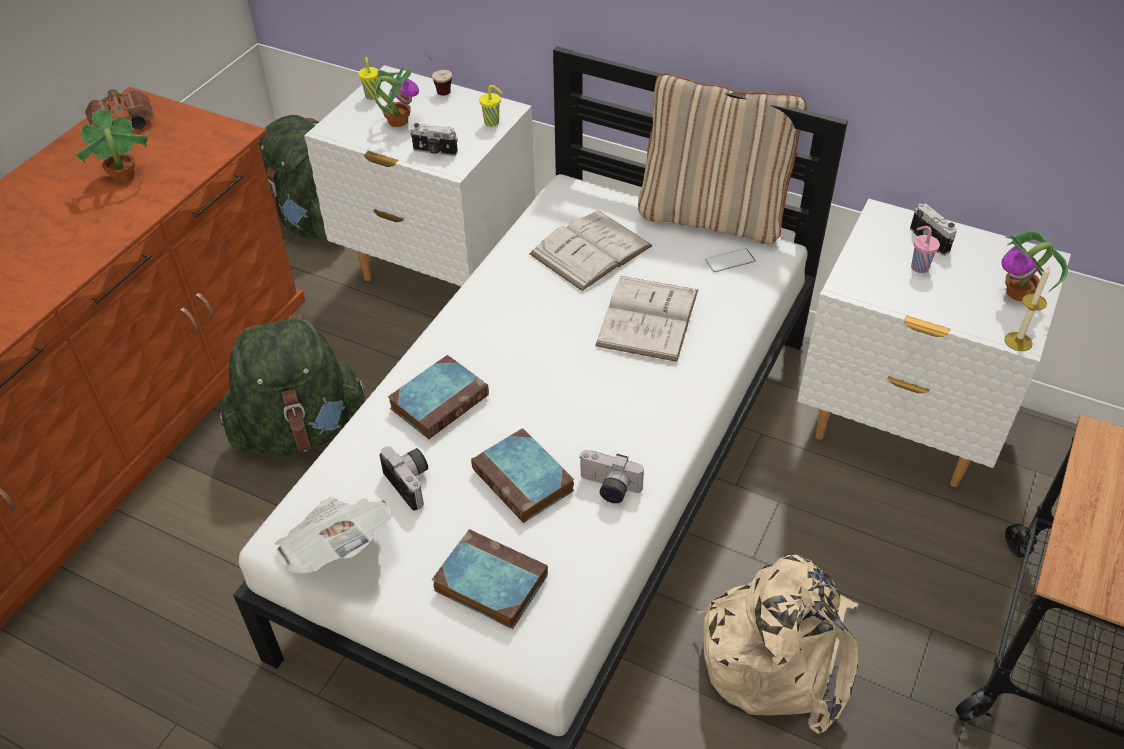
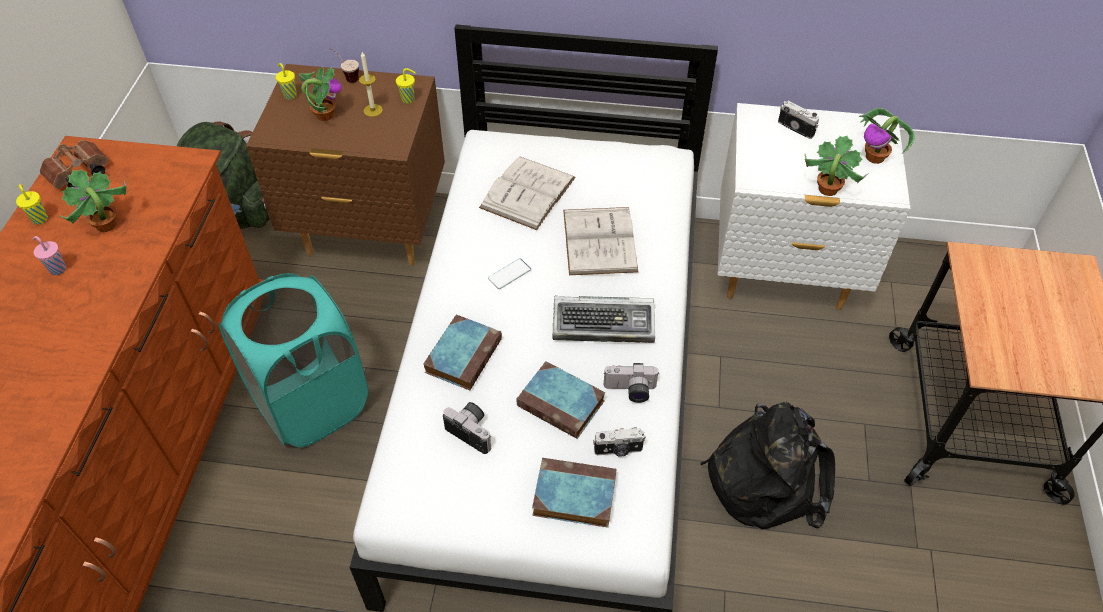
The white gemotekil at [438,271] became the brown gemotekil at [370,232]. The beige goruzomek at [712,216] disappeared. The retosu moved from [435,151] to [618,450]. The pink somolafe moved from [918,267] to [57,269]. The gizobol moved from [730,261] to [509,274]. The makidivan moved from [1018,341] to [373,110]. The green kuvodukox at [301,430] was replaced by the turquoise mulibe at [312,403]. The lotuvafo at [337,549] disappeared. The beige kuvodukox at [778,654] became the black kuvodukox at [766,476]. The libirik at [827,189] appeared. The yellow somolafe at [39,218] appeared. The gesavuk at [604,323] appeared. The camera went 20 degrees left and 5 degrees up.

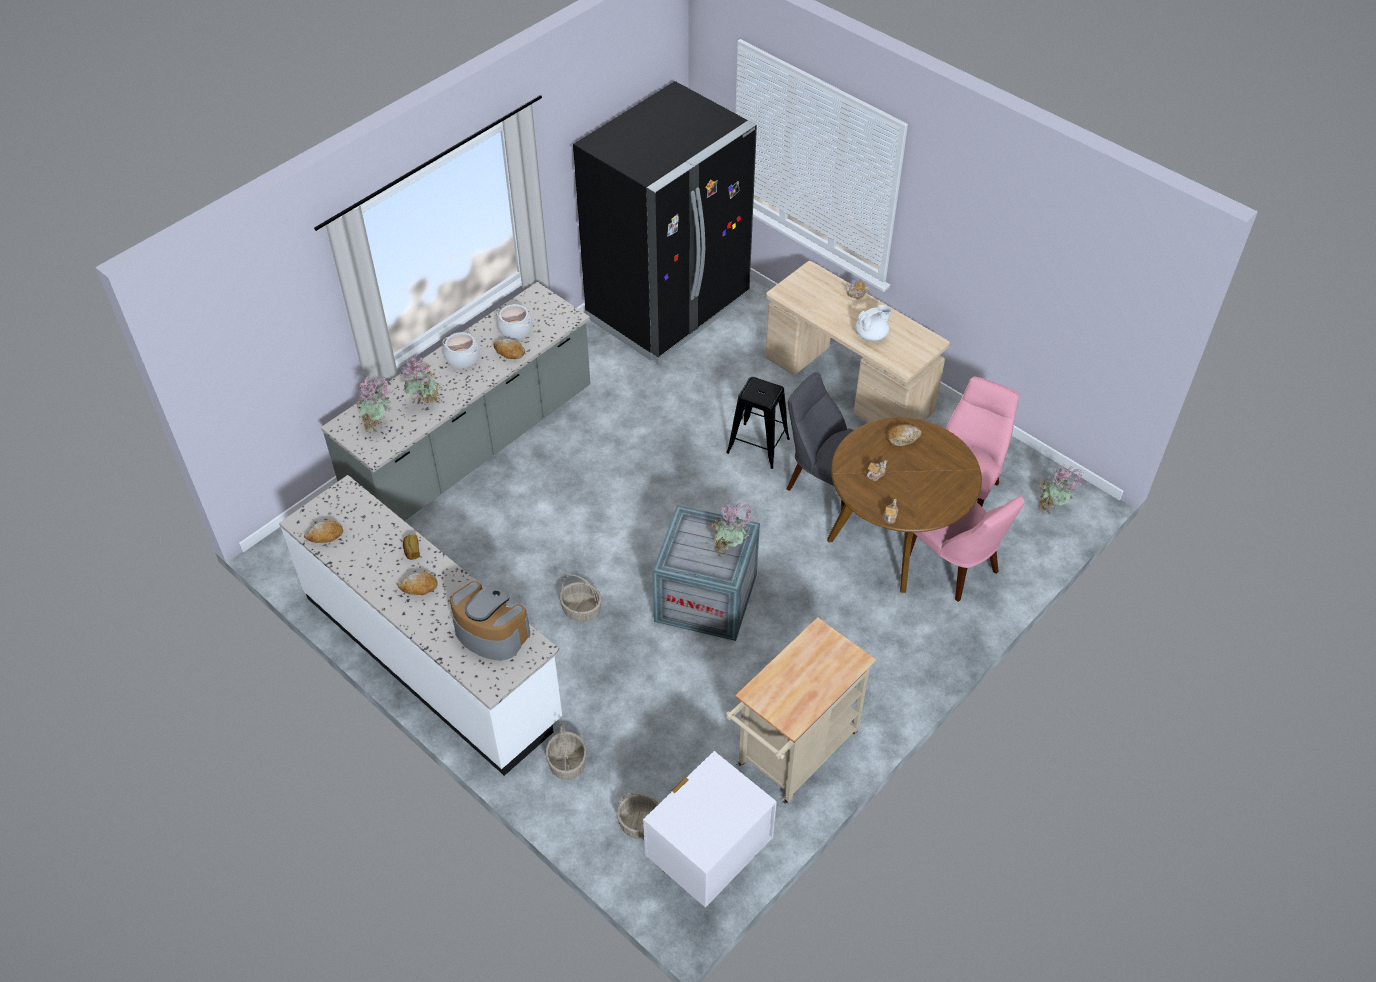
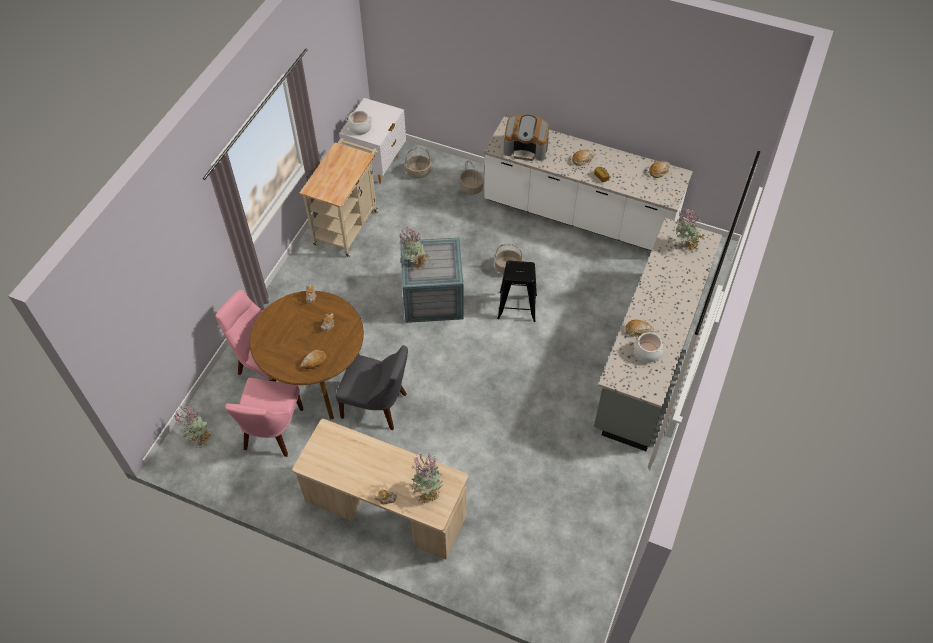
The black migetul at [668,308] disappeared. The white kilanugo at [872,335] disappeared. The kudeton moved from [462,358] to [359,128]. The libirik moved from [425,405] to [427,492]. The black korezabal moved from [758,446] to [517,306]. The camera went 160 degrees right and 5 degrees up.

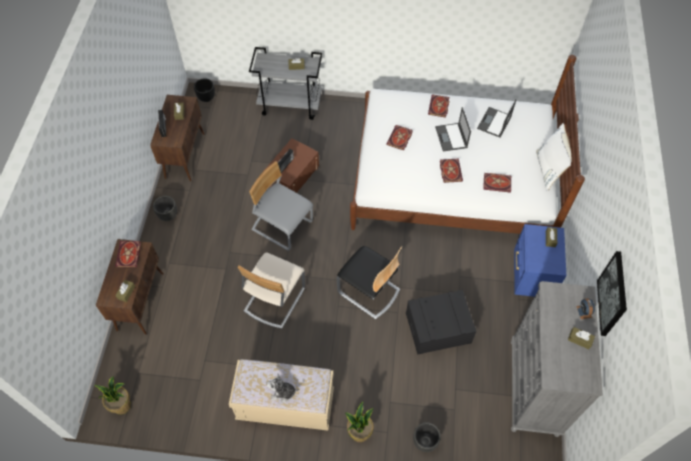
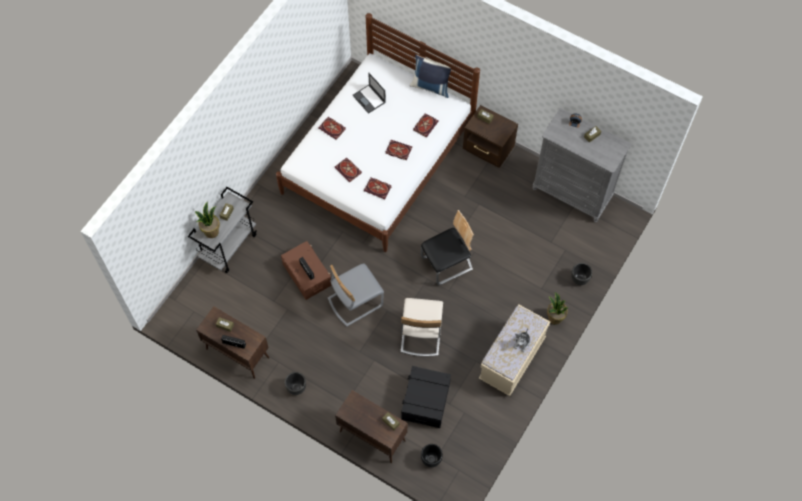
The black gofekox moved from [206,98] to [431,459]. The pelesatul at [451,137] disappeared. The white goruzomek at [549,170] became the blue goruzomek at [431,86]. The blue gemotekil at [531,276] became the brown gemotekil at [488,150]. The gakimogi moved from [129,255] to [378,188]. The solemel at [613,294] disappeared. The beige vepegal at [274,299] turned 45 degrees clockwise. The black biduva moved from [438,328] to [425,401]. The libirik moved from [122,405] to [211,231]. The camera went 65 degrees left and 5 degrees up.

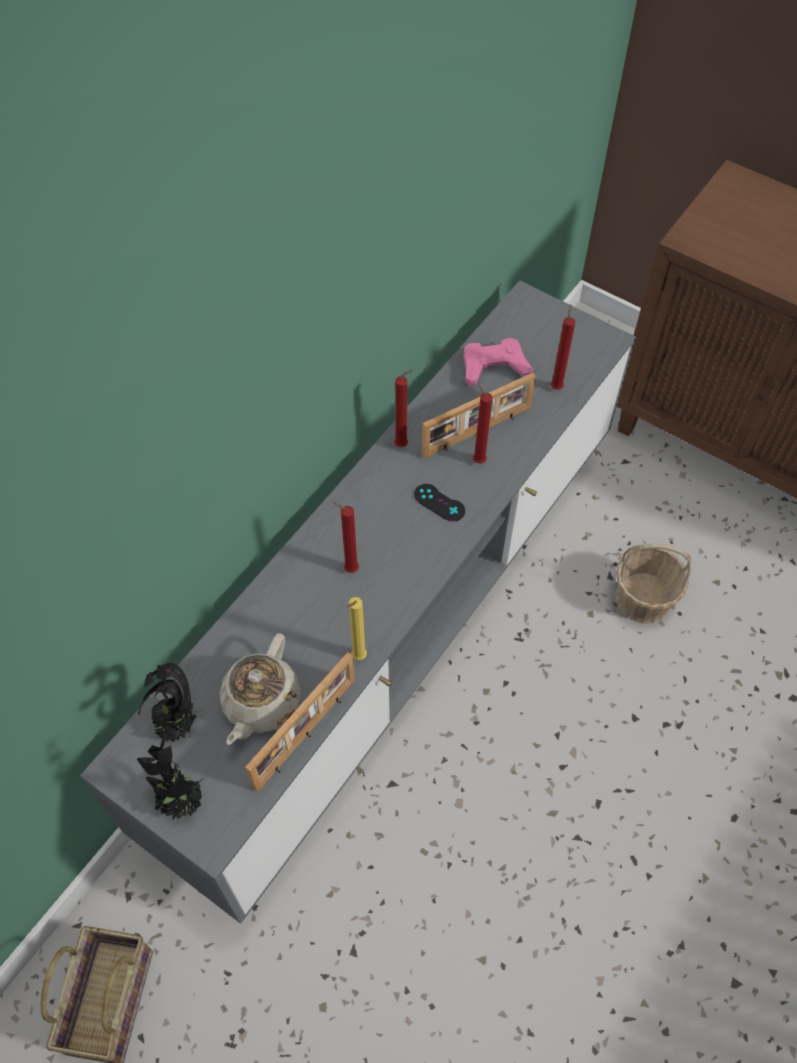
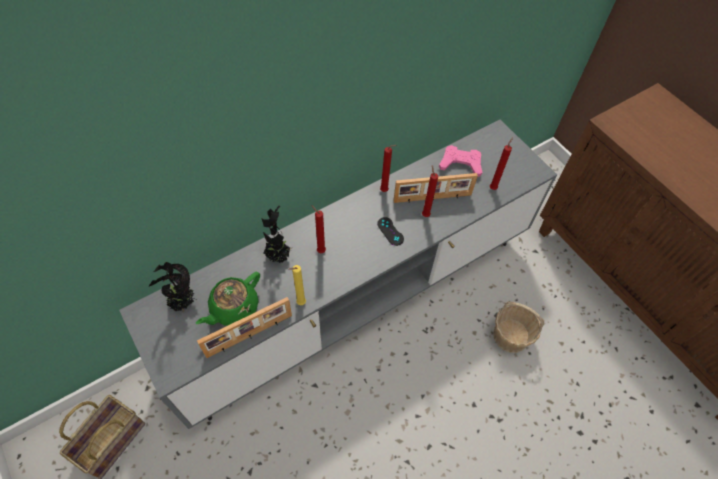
The beige kilanugo at [261,703] became the green kilanugo at [233,308]. The libirik moved from [183,801] to [279,256]. The camera went 20 degrees right and 0 degrees up.

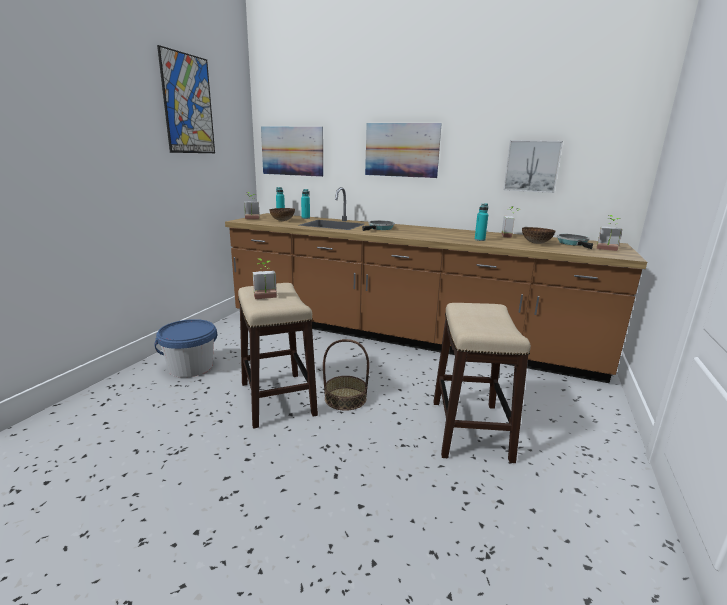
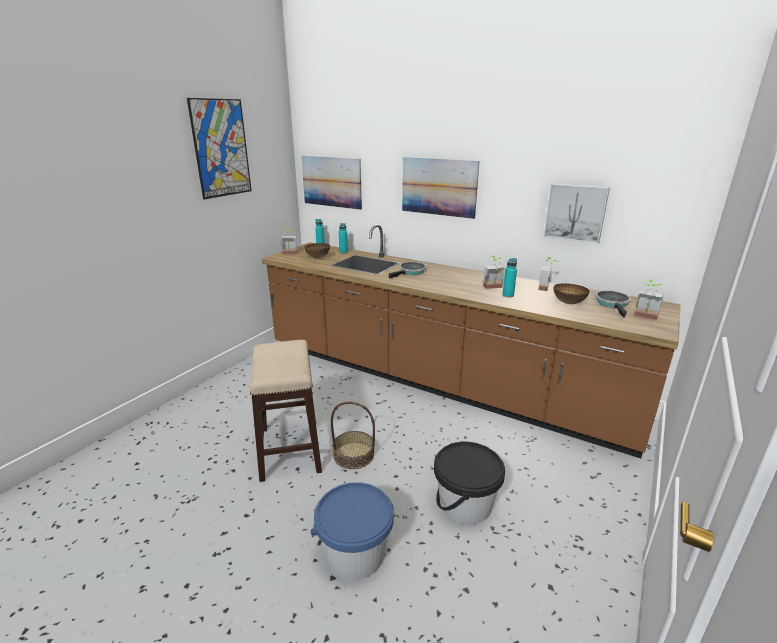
The libirik moved from [266,298] to [494,288]. The korezabal at [470,430] was replaced by the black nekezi at [465,504]. The blue nekezi moved from [191,367] to [355,553]. The camera went 10 degrees right and 5 degrees up.

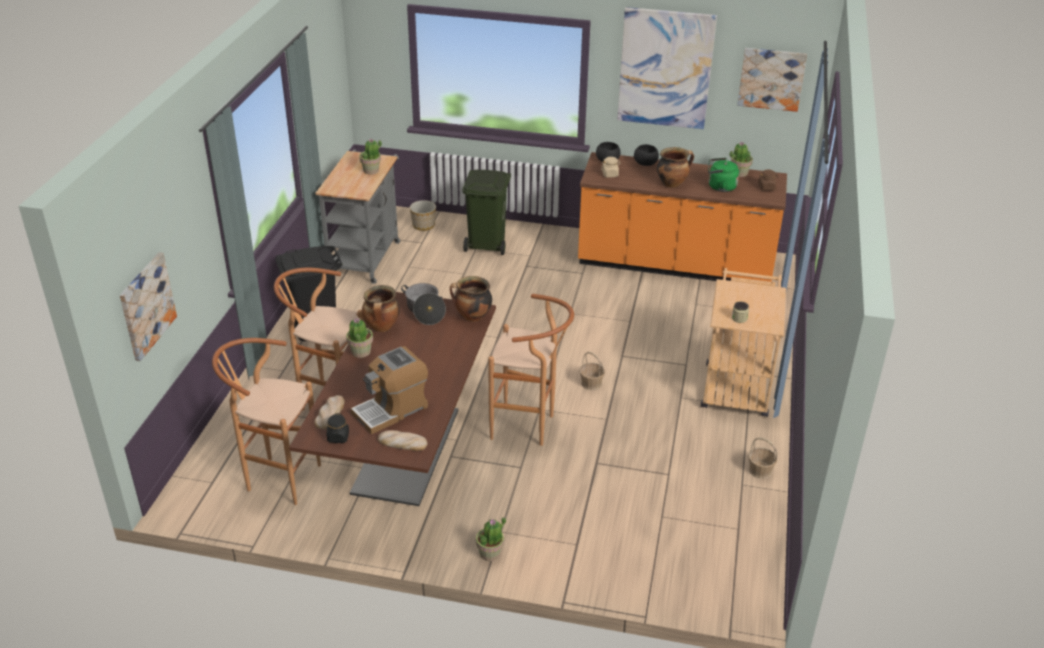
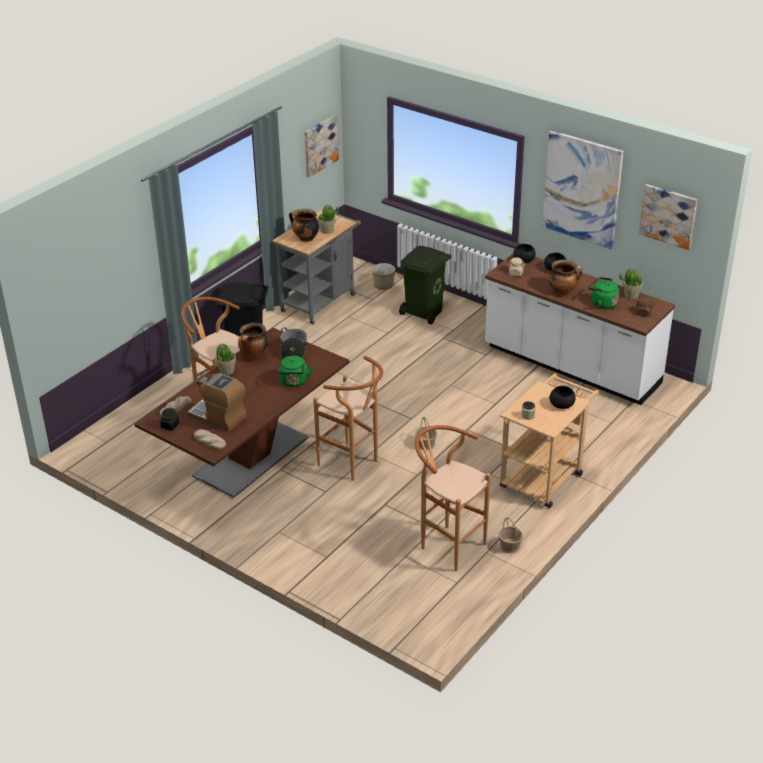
The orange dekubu at [674,265] became the white dekubu at [571,366]. The solemel moved from [146,305] to [320,145]. The kudeton moved from [472,317] to [305,239]. The brown korezabal moved from [276,477] to [447,544]. The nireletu at [391,410] turned 45 degrees clockwise. The libirik at [490,553] disappeared. The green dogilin at [294,382] appeared. The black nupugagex at [561,405] appeared. The camera went 25 degrees right and 0 degrees up.

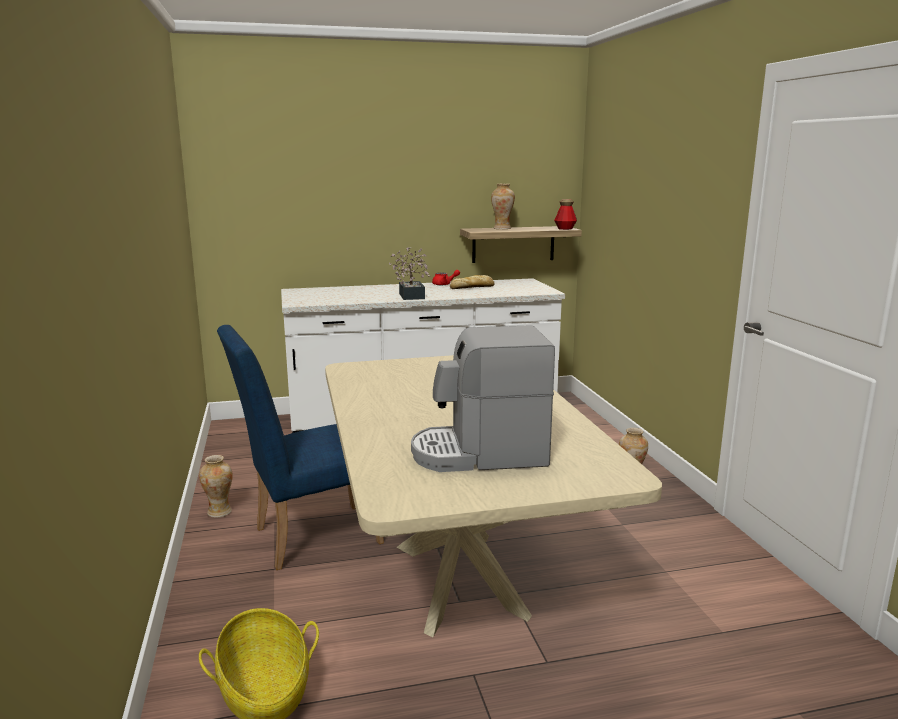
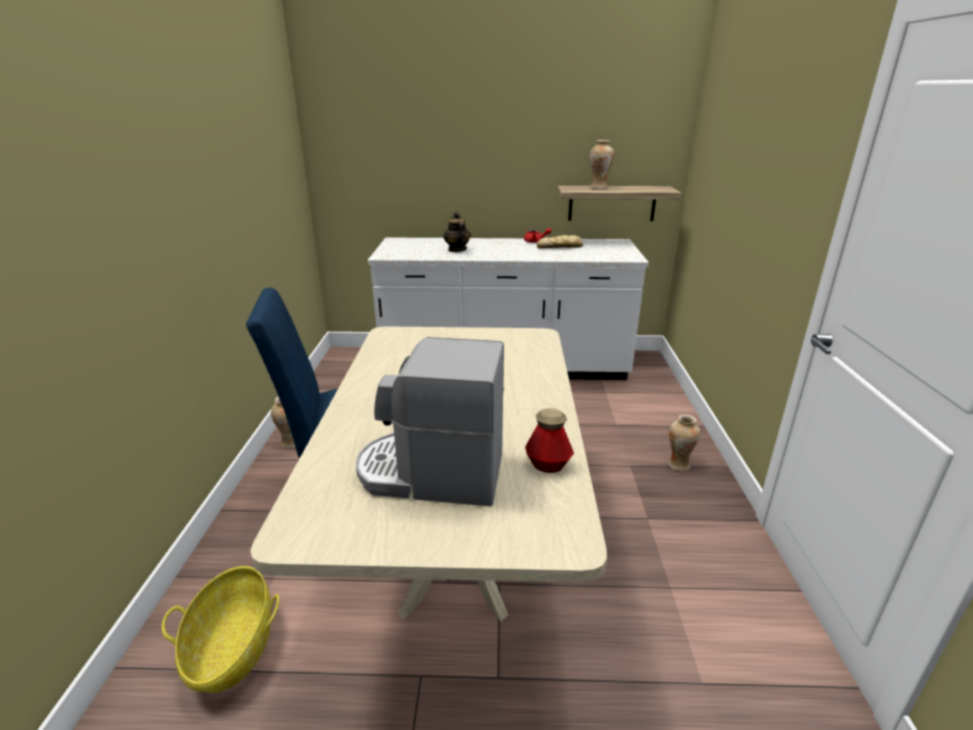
The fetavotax moved from [565,229] to [548,465]. The libirik at [411,295] disappeared. The kilanugo at [457,250] appeared. The camera went 15 degrees right and 10 degrees up.

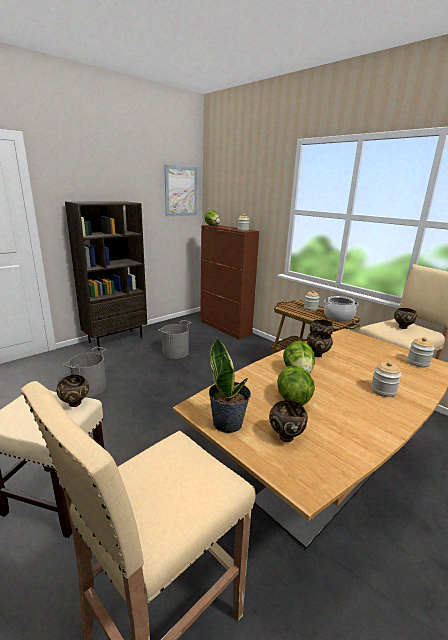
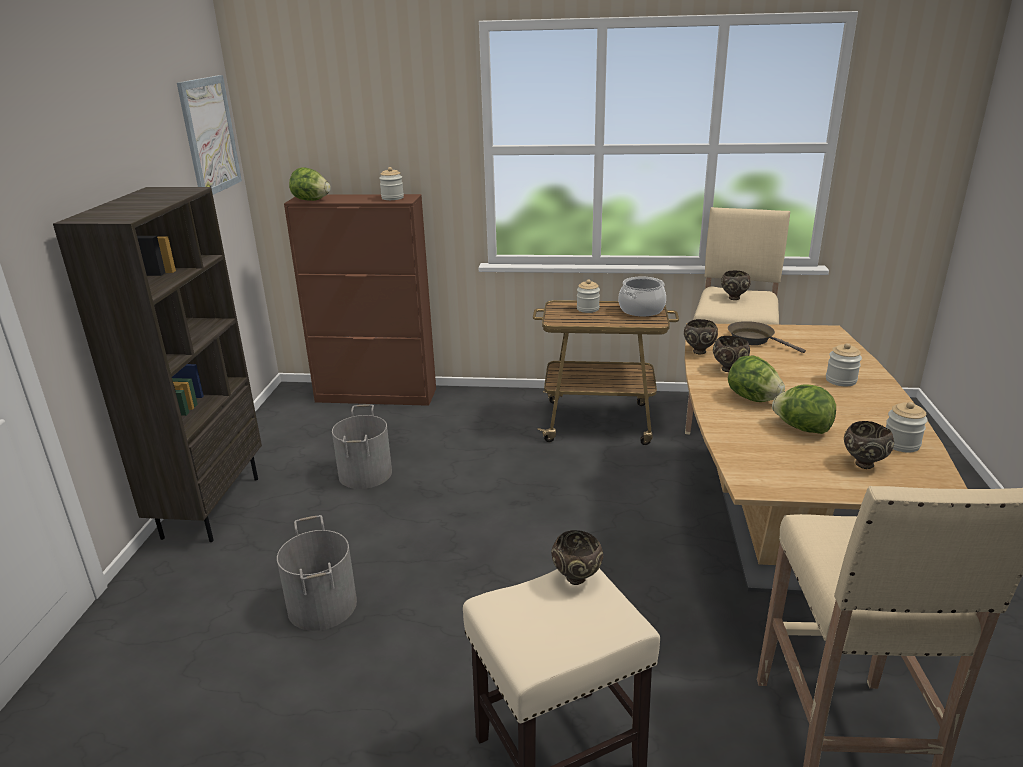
The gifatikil moved from [418,363] to [901,444]. The libirik at [228,423] disappeared. The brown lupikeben at [754,339] appeared. The camera went 40 degrees left and 5 degrees up.

